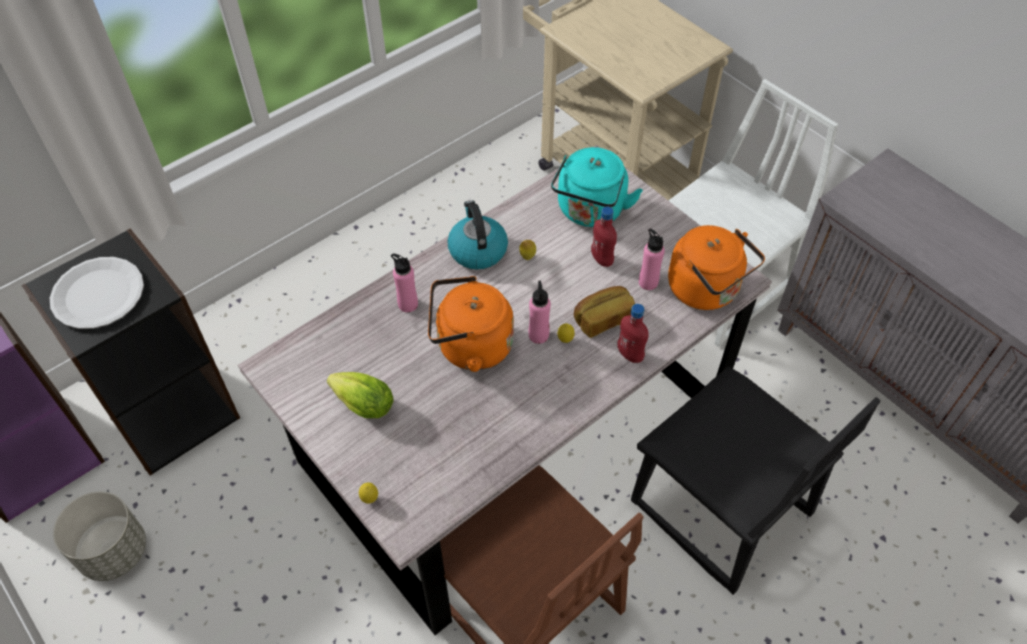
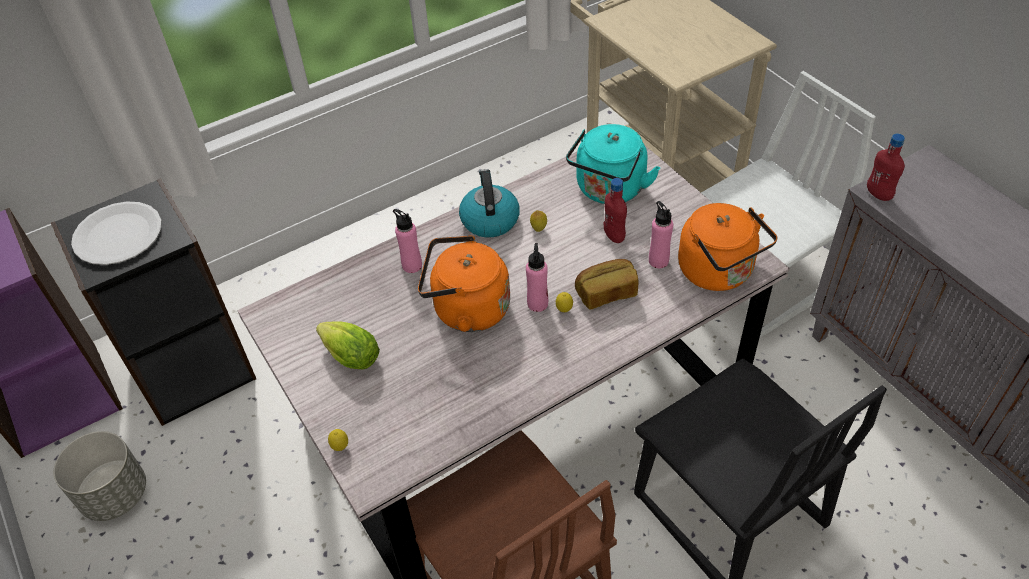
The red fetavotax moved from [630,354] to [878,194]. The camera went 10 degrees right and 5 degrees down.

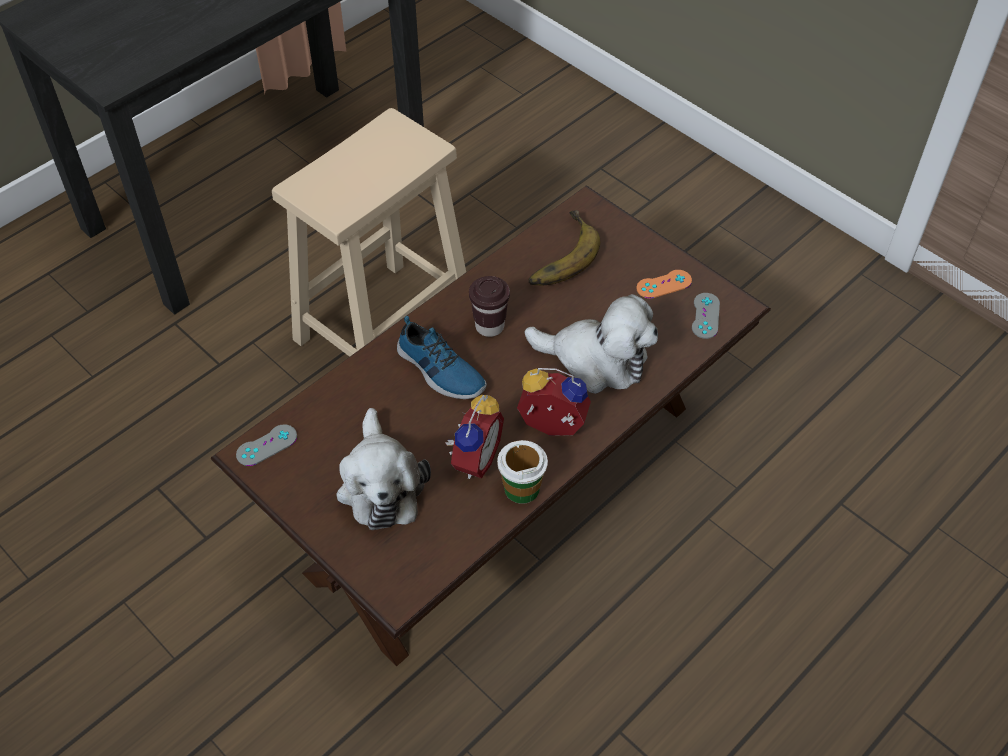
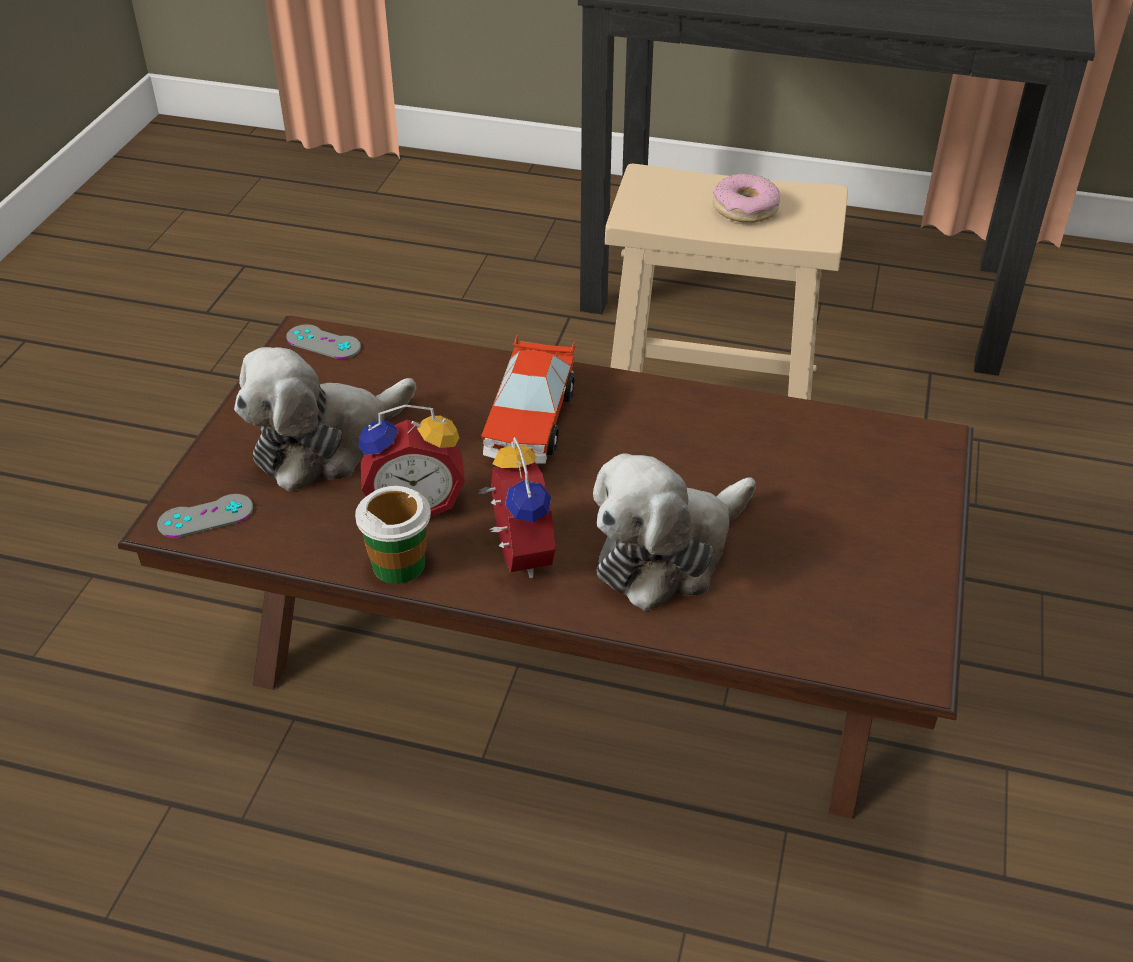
The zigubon at [557,254] disappeared. The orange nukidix at [664,284] disappeared. The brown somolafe at [489,326] disappeared. The grey nukidix moved from [705,316] to [205,516]. The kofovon at [596,360] turned 60 degrees clockwise. The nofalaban at [439,371] was replaced by the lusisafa at [530,422]. The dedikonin at [745,208] appeared. The camera went 60 degrees right and 10 degrees down.

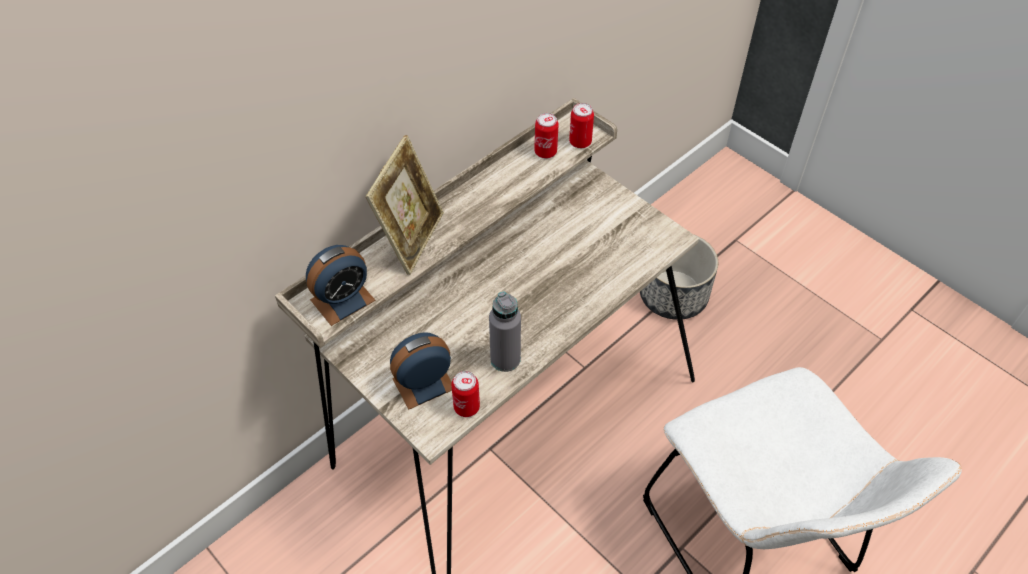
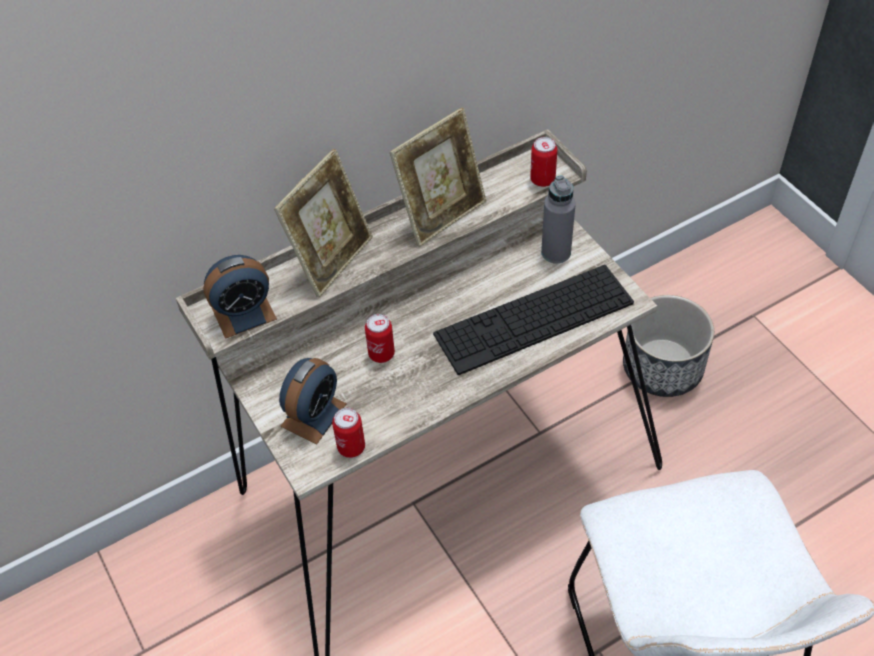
The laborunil moved from [545,152] to [381,354]. The grey fetavotax moved from [505,359] to [556,252]. The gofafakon at [423,383] turned 135 degrees clockwise. The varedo at [442,214] appeared. The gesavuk at [534,319] appeared. The camera went 15 degrees right and 0 degrees up.

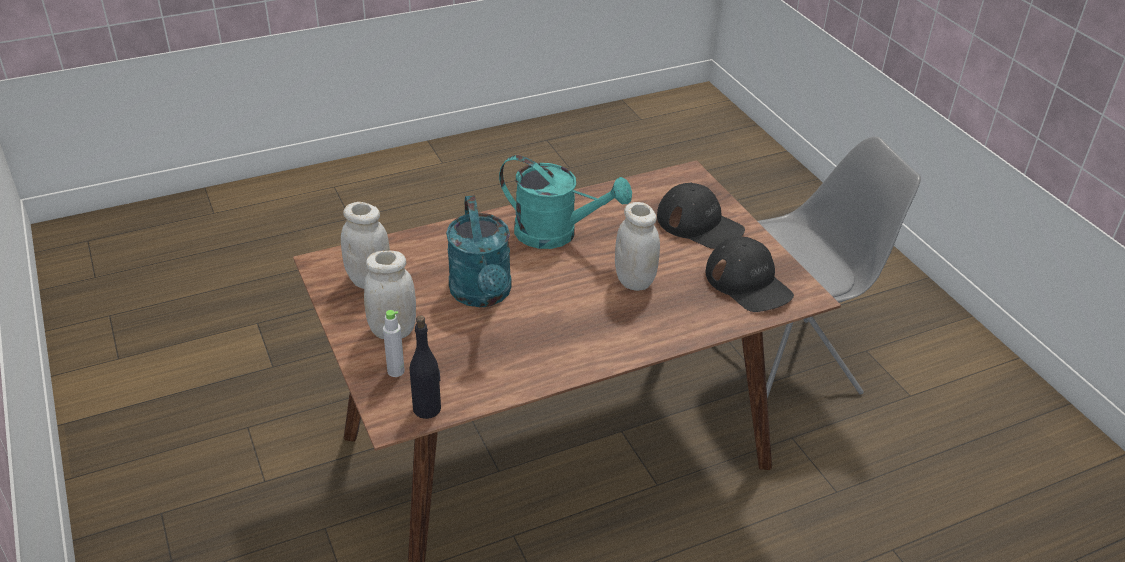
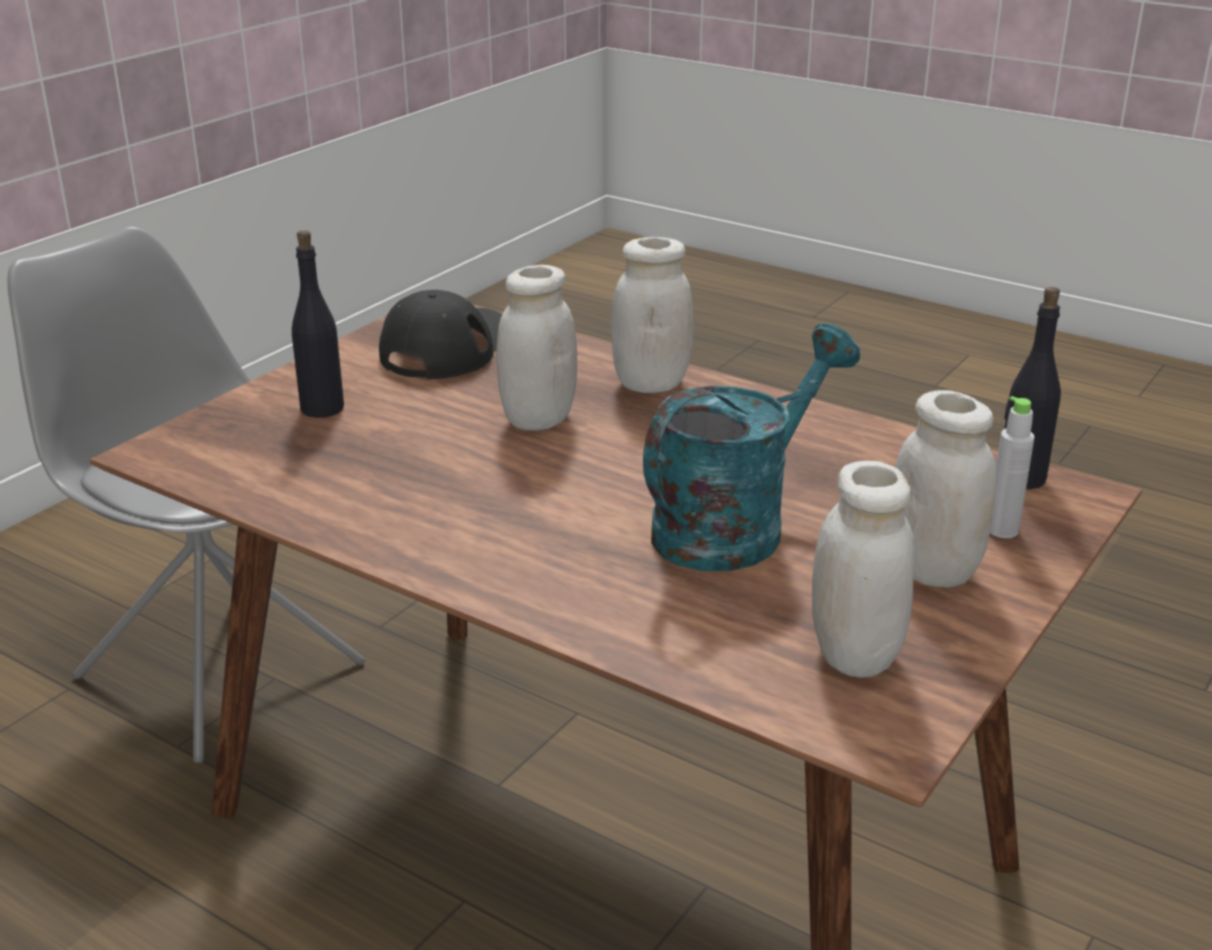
The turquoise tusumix at [556,234] disappeared. The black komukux at [699,224] was replaced by the black fetavotax at [322,408]. The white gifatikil at [651,383] appeared. The camera went 120 degrees left and 10 degrees down.

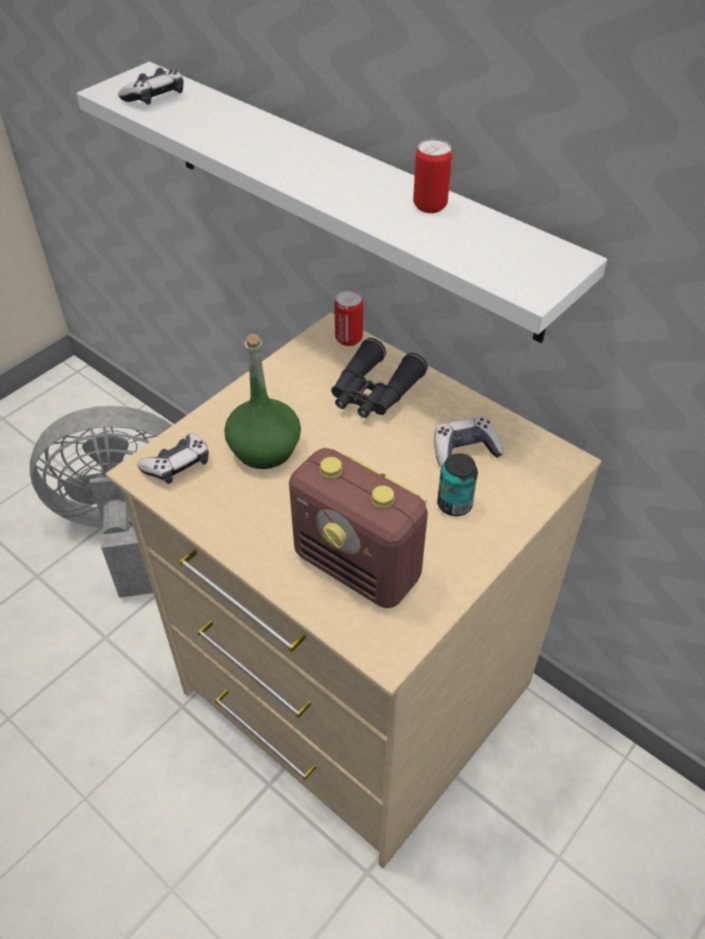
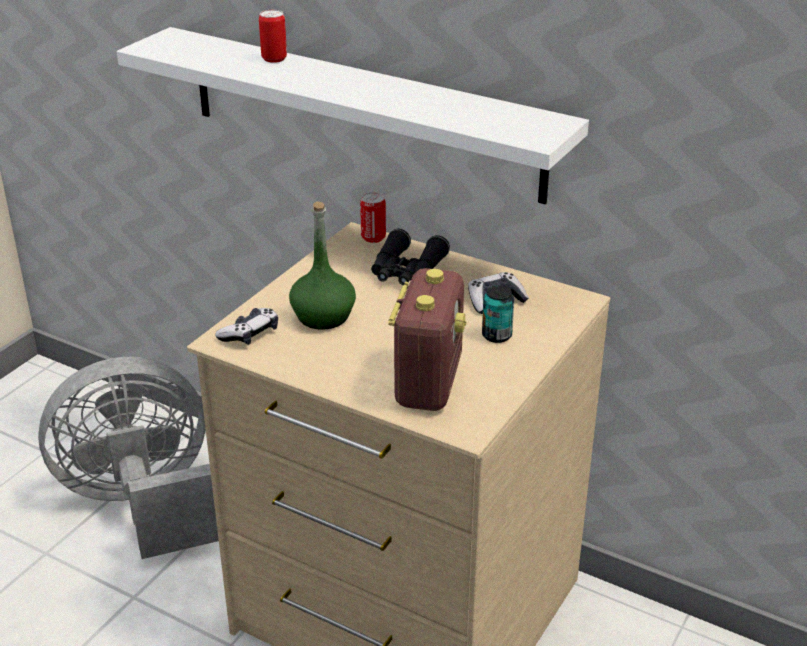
The nukidix at [155,97] disappeared. The laborunil moved from [430,205] to [274,59]. The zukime at [358,567] turned 105 degrees counterclockwise. The camera went 10 degrees left and 15 degrees down.

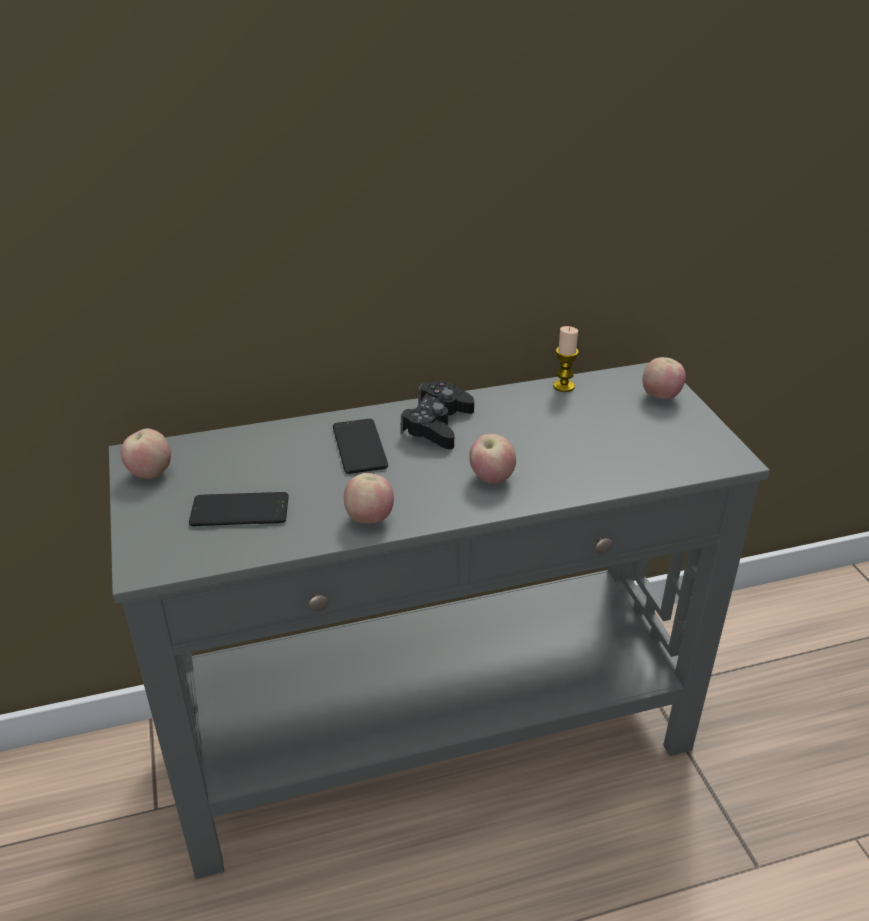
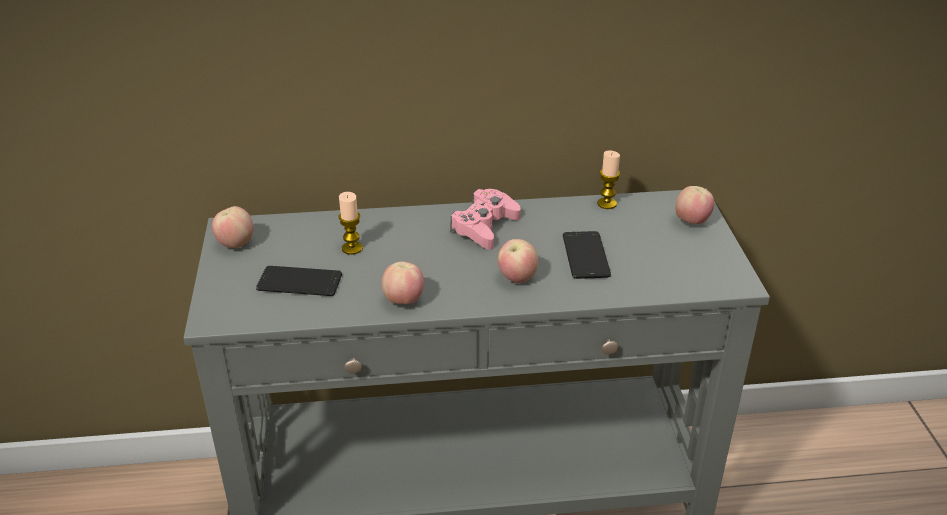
The black nukidix at [437,424] became the pink nukidix at [484,226]. The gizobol moved from [359,447] to [586,255]. The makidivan at [352,248] appeared. The camera went 10 degrees right and 0 degrees up.

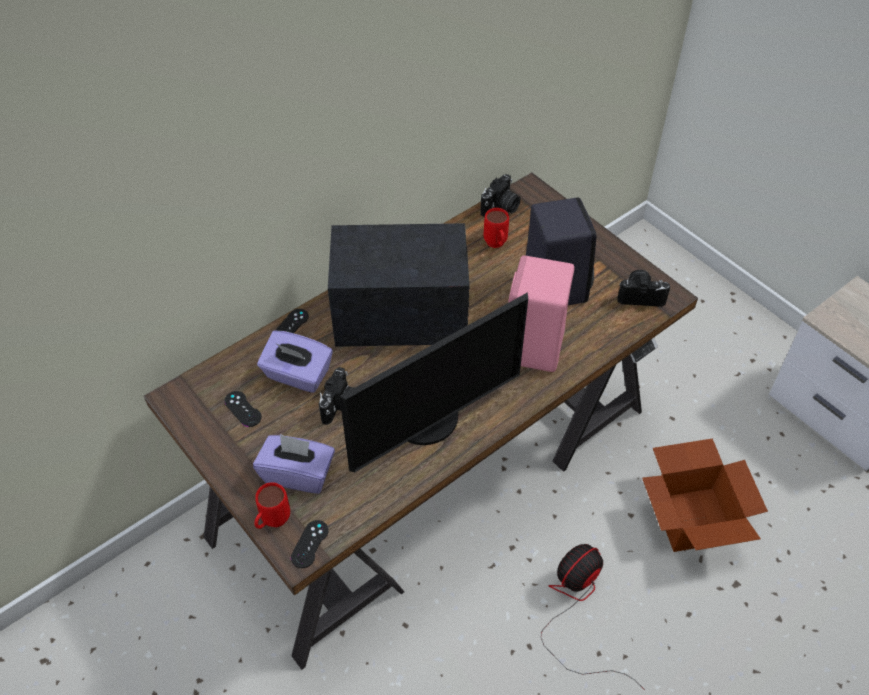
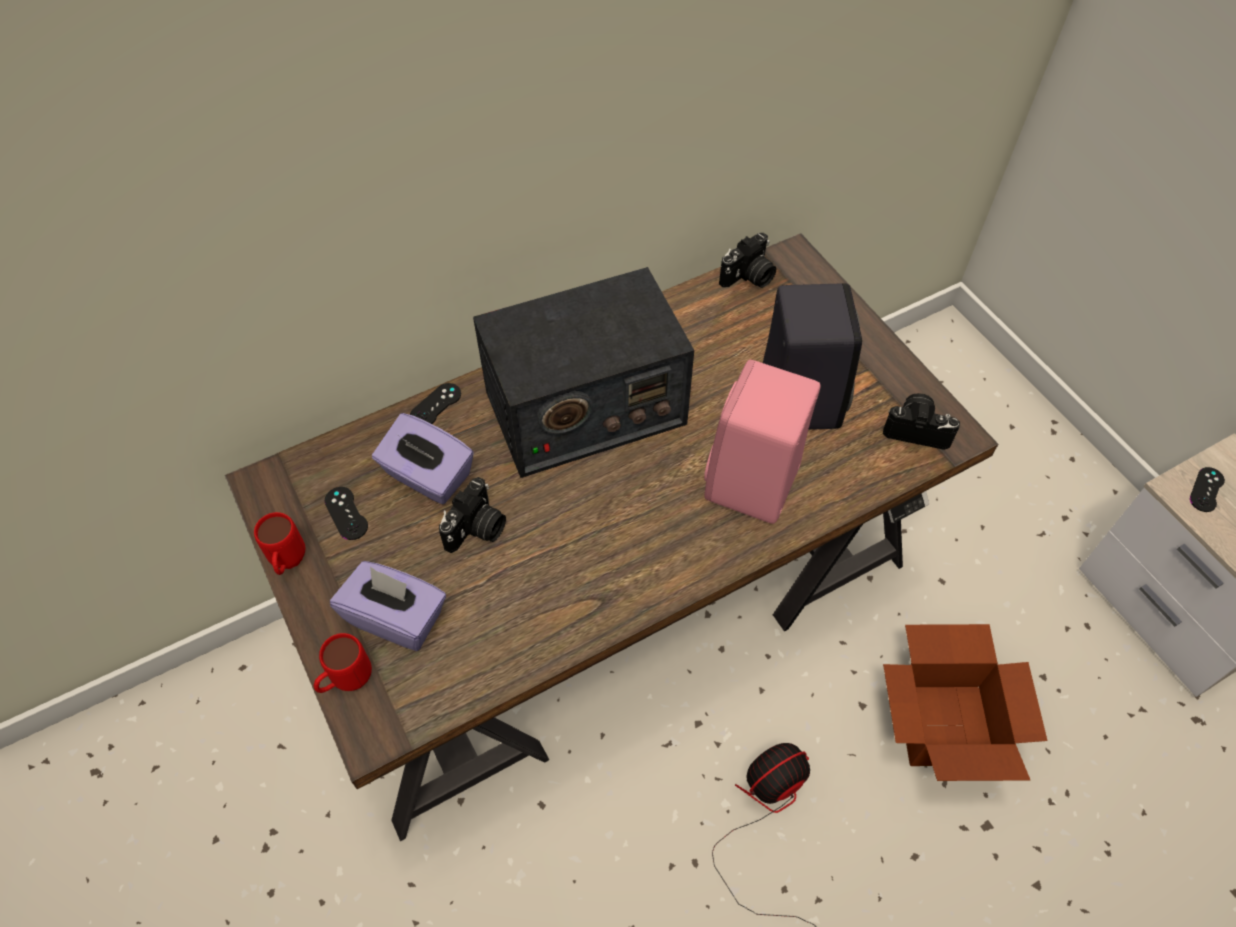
The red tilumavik moved from [496,245] to [288,564]. The zukime at [401,313] turned 150 degrees clockwise. The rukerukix at [429,421] disappeared. The black nukidix moved from [310,544] to [1206,489]. The camera went 10 degrees right and 5 degrees up.

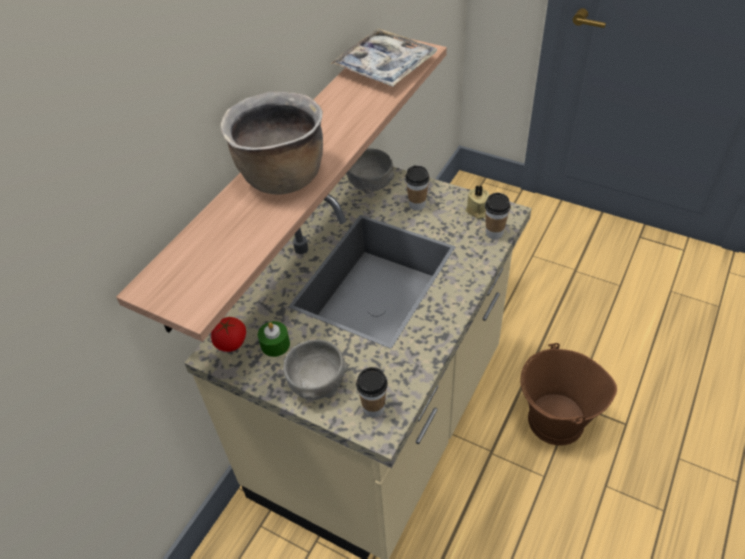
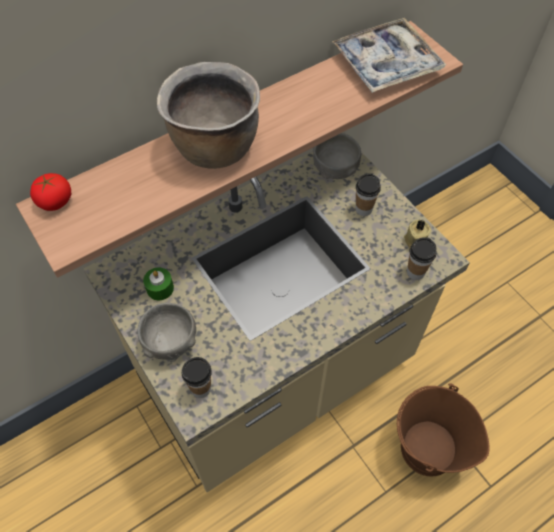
The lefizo moved from [231,343] to [55,201]. The camera went 25 degrees right and 10 degrees up.

